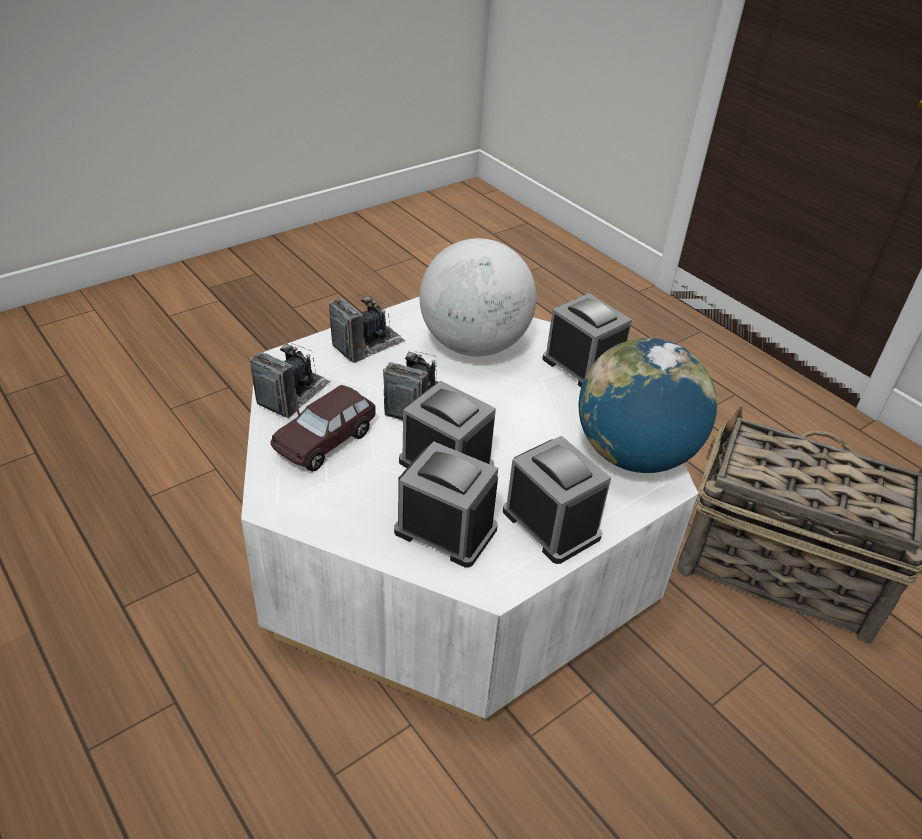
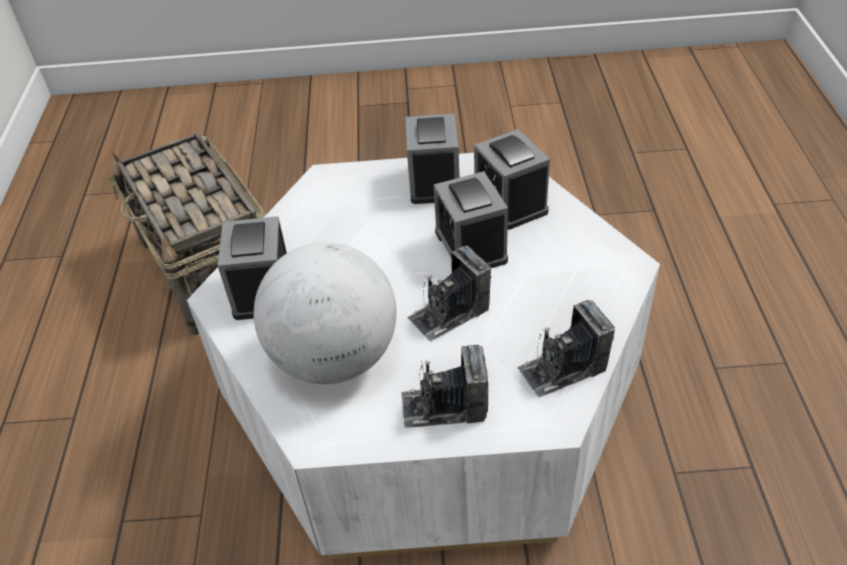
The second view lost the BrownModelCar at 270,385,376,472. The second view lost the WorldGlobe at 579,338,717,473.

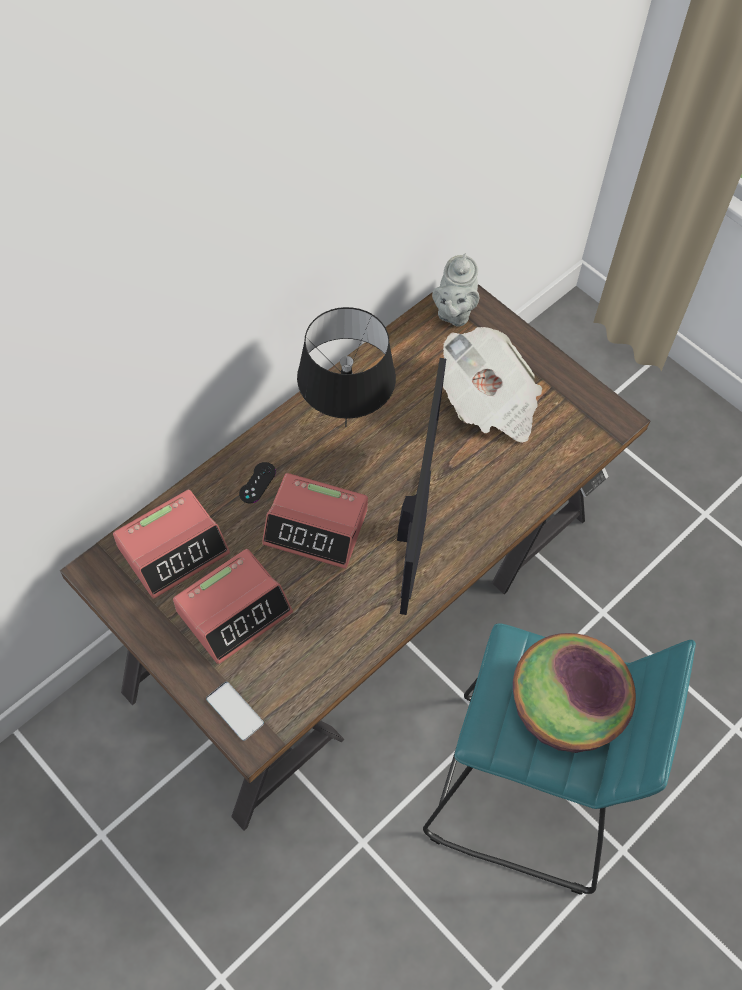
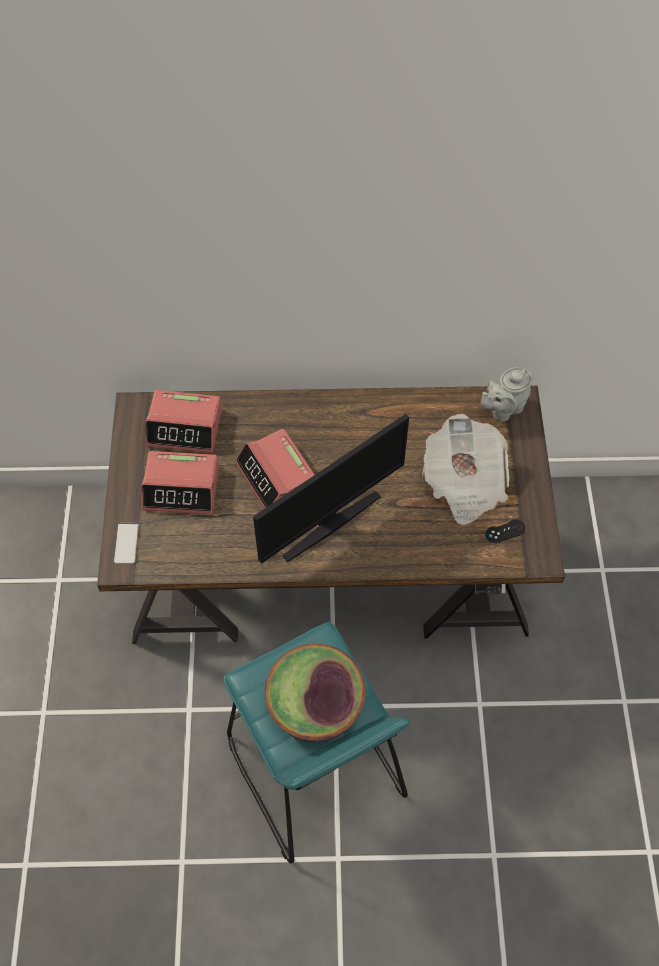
The second view lost the BlackColouredTableLamp at 297,307,396,427. The BlackColouredJoypad ended up elsewhere, having gone from 239,462,276,504 to 485,519,525,543.

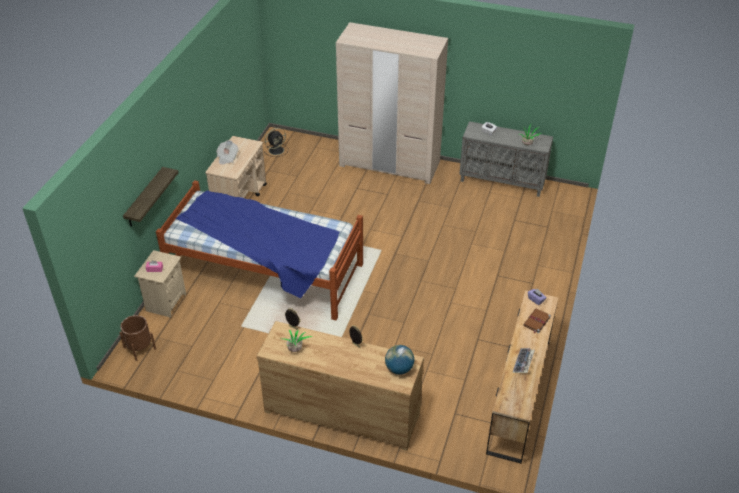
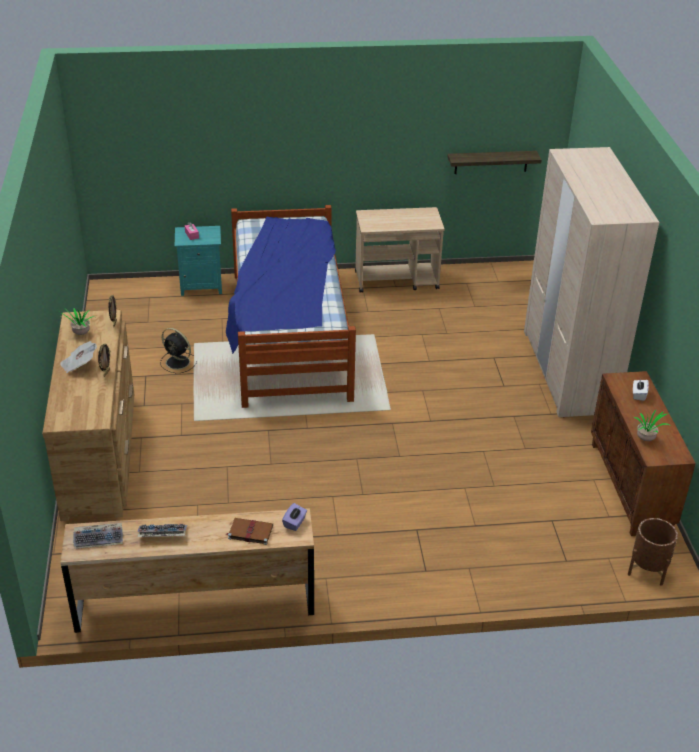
The second view lost the WorldGlobe at 385,345,414,375. The second view gained the PcKeyboard at 73,523,123,549. The BrownFlowerPot ended up elsewhere, having gone from 119,315,156,361 to 628,518,678,586. The Shelf ended up elsewhere, having gone from 123,167,179,226 to 448,151,541,174. The PrintedPaper ended up elsewhere, having gone from 216,140,239,164 to 60,341,97,373. The BlackColouredElectricFan ended up elsewhere, having gone from 264,128,287,157 to 160,328,197,373. What was the BeigeColouredBedsideTable at 134,250,186,318 turned into the BlueGreenBedsideTable at 175,226,222,296. What was the GrayCabinet at 459,121,553,197 turned into the BrownCabinet at 591,371,696,536.

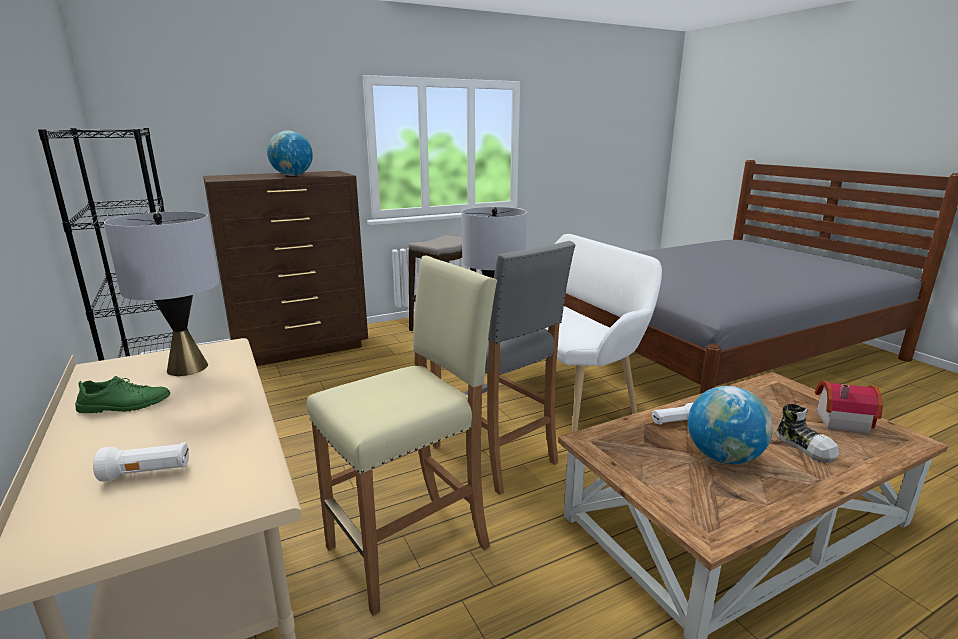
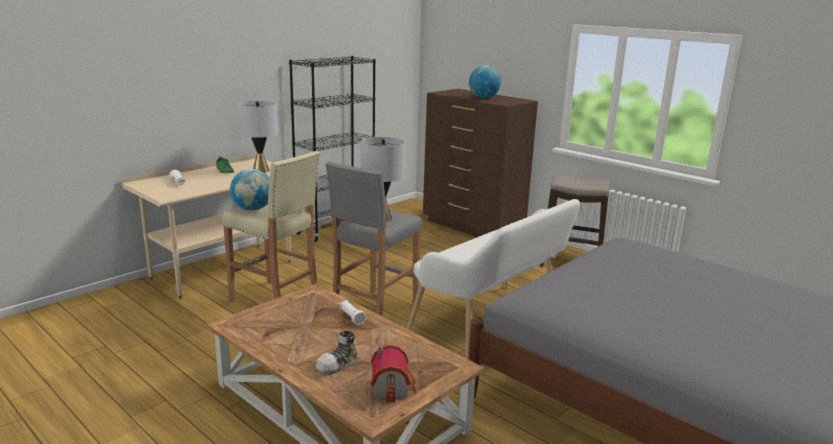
The WorldGlobe ended up elsewhere, having gone from 688,386,773,464 to 230,169,269,211.

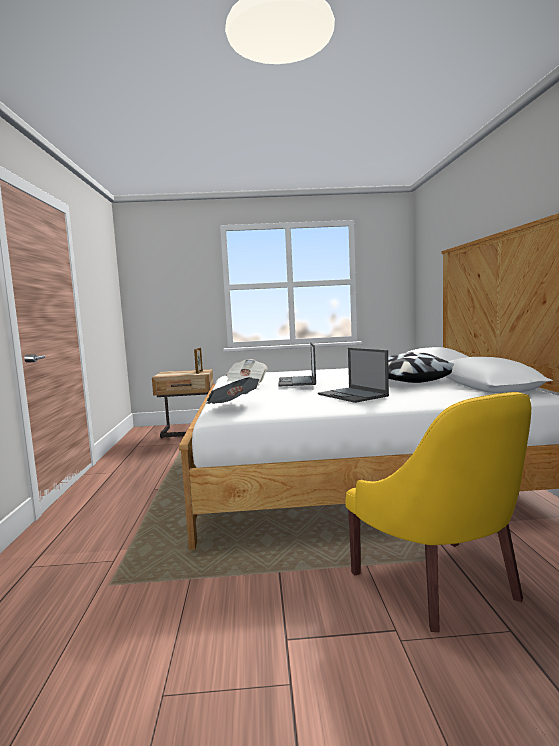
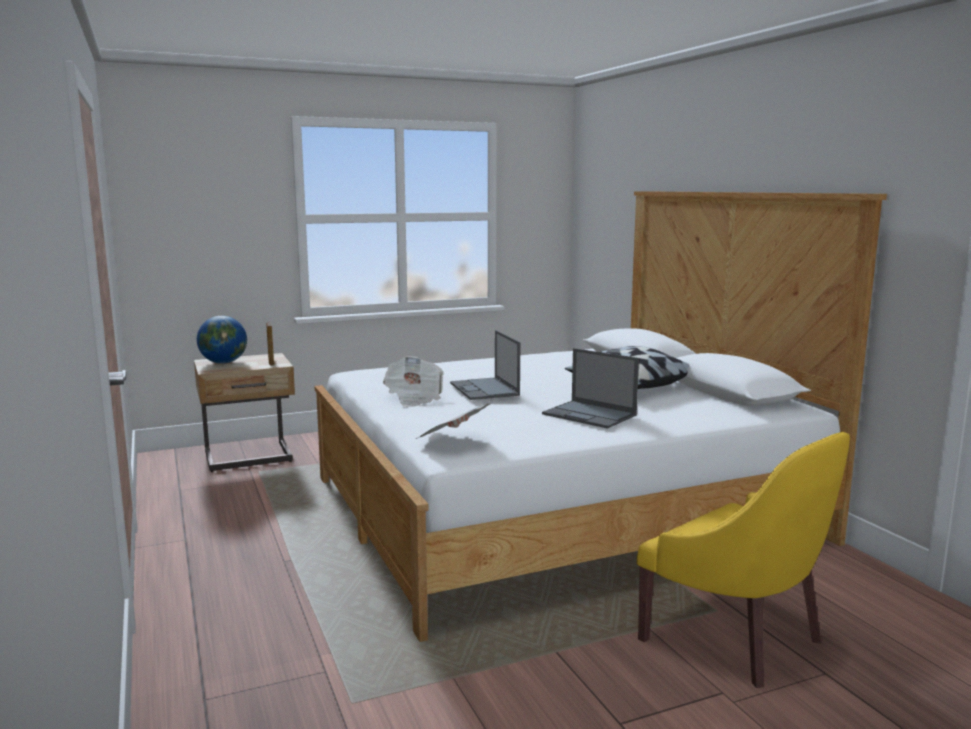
The second view gained the WorldGlobe at 197,316,247,364.

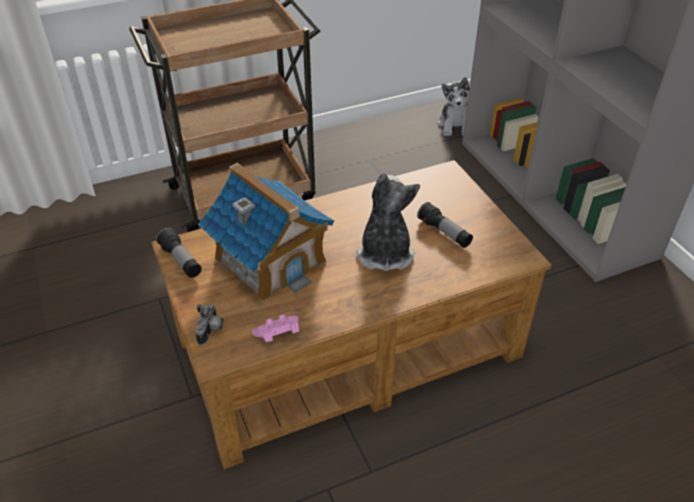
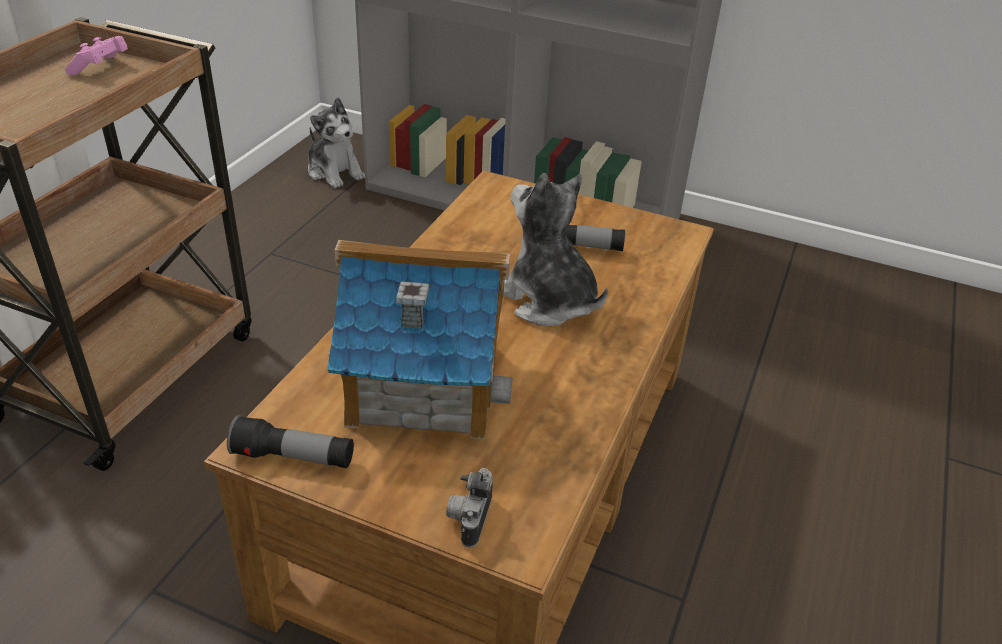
The PinkColouredJoypad ended up elsewhere, having gone from 252,314,299,342 to 65,36,128,75. The PhotoCamera at 195,303,224,345 ended up facing another way, 135 degrees counterclockwise from before.

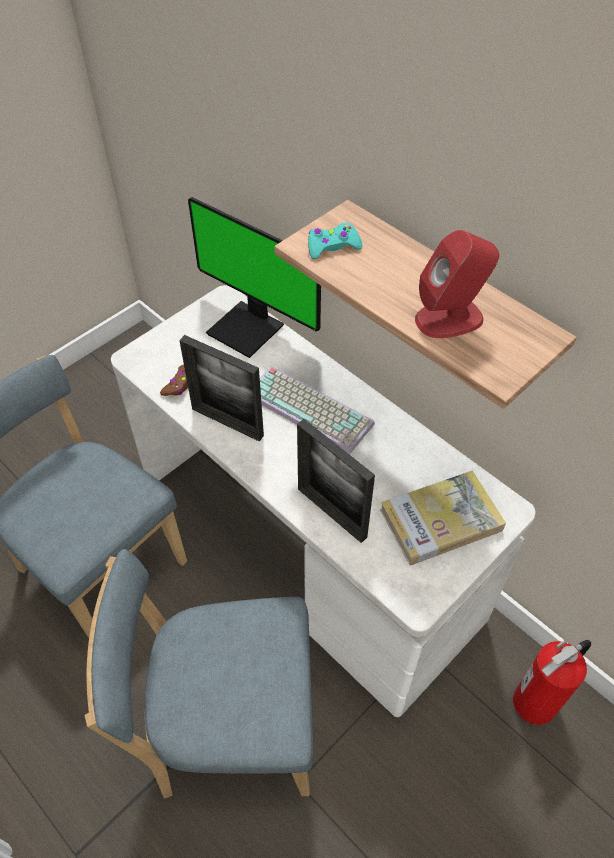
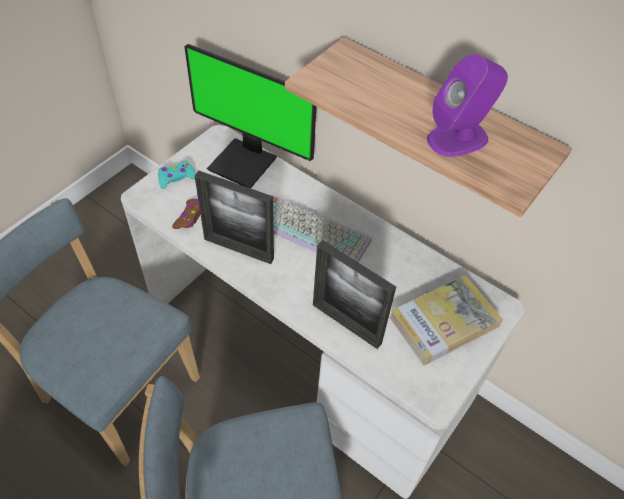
The second view lost the FireFightingCylinder at 513,640,591,725. The BlueGreenJoypad ended up elsewhere, having gone from 308,223,363,259 to 158,161,196,189. What was the RedColouredSpeaker at 415,230,499,338 turned into the PurpleColouredSpeaker at 427,54,508,157.

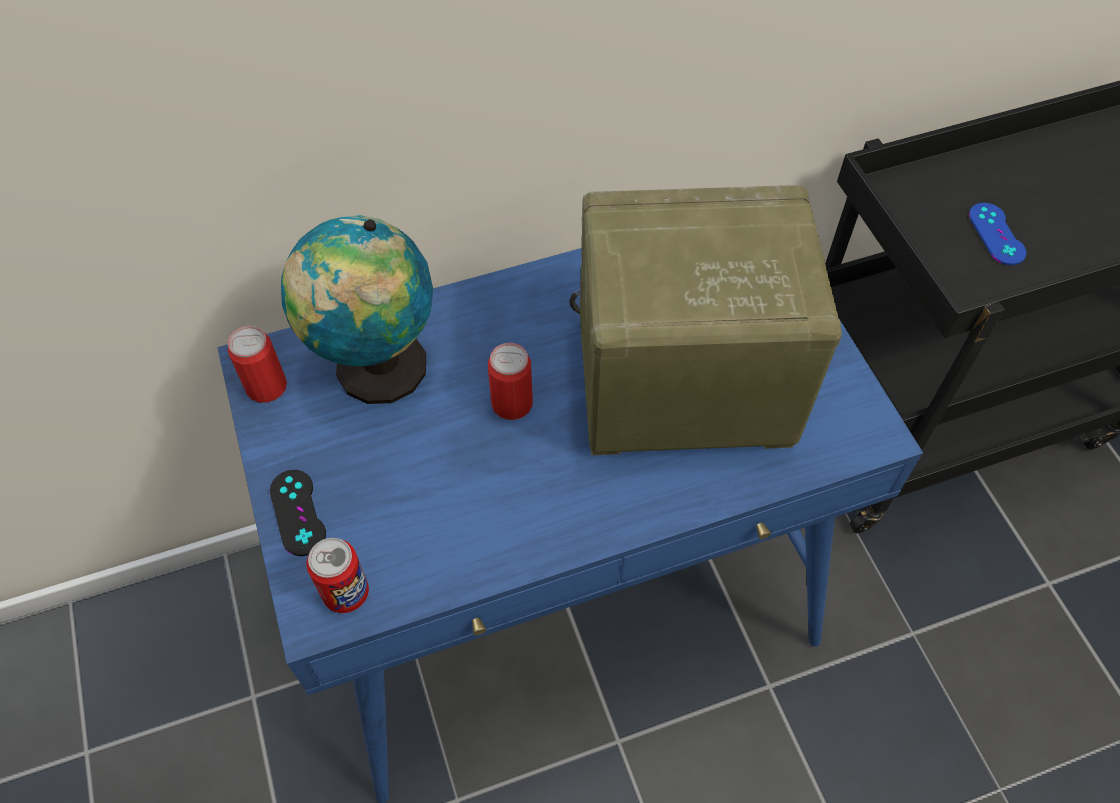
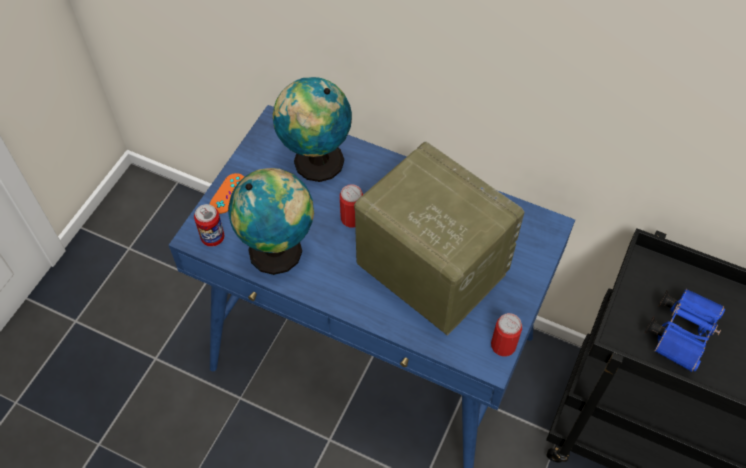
The second view gained the WorldGlobe at 228,168,314,275. The Can ended up elsewhere, having gone from 228,326,287,403 to 491,313,522,356. Where the BlueColouredJoypad stood at 969,203,1026,265, the BlueColouredBinoculars came to stand at 645,289,725,372. What was the BlackColouredJoypad at 270,470,326,556 turned into the OrangeColouredJoypad at 210,173,244,214.

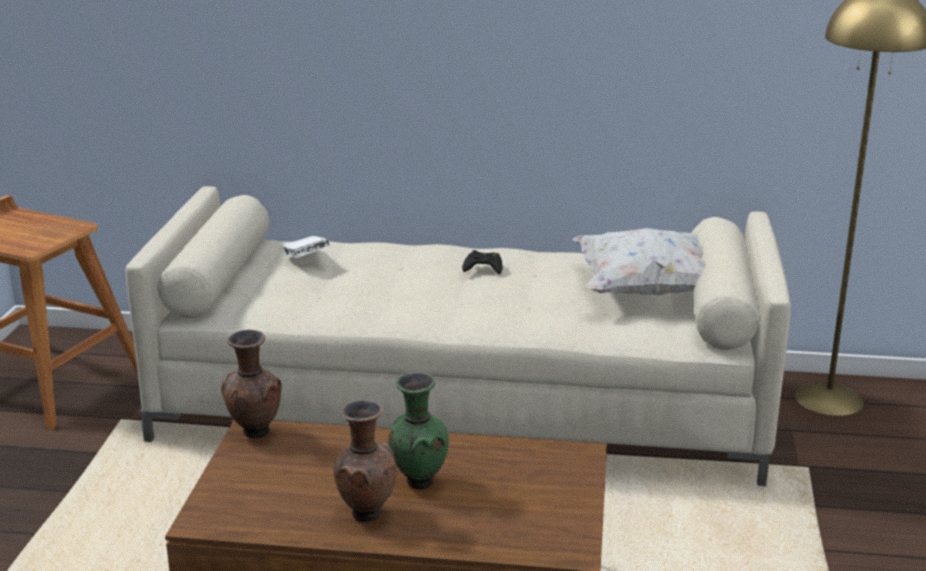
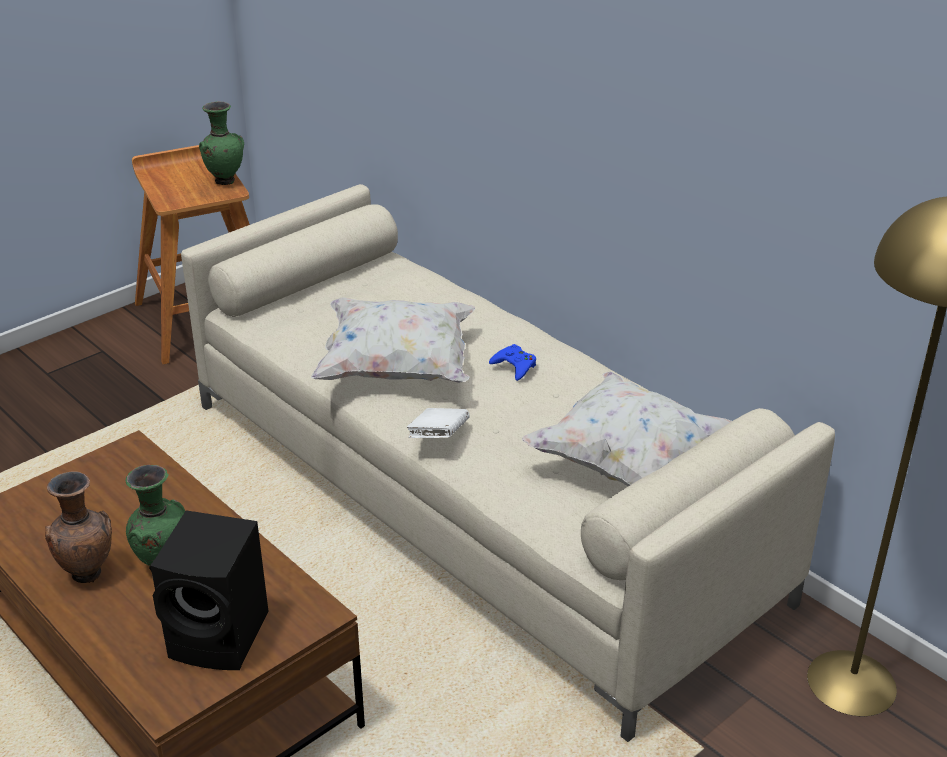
The second view lost the BrownVase at 221,329,282,438. The second view gained the BlackColouredSpeaker at 150,510,269,670. The second view gained the GreenColouredVase at 199,102,244,185. The second view gained the WhiteCushion at 311,297,475,383. The WhiteBook ended up elsewhere, having gone from 282,236,330,258 to 407,408,469,438. What was the BlackColouredJoypad at 462,250,502,274 turned into the BlueColouredJoypad at 489,344,536,381.

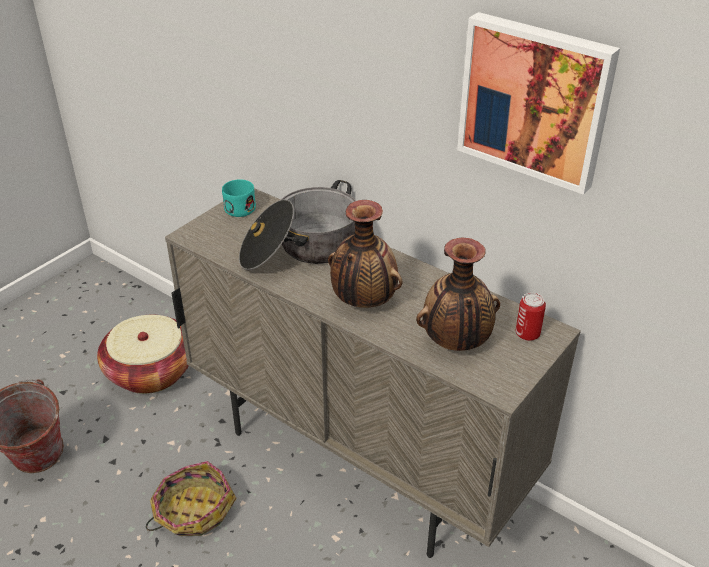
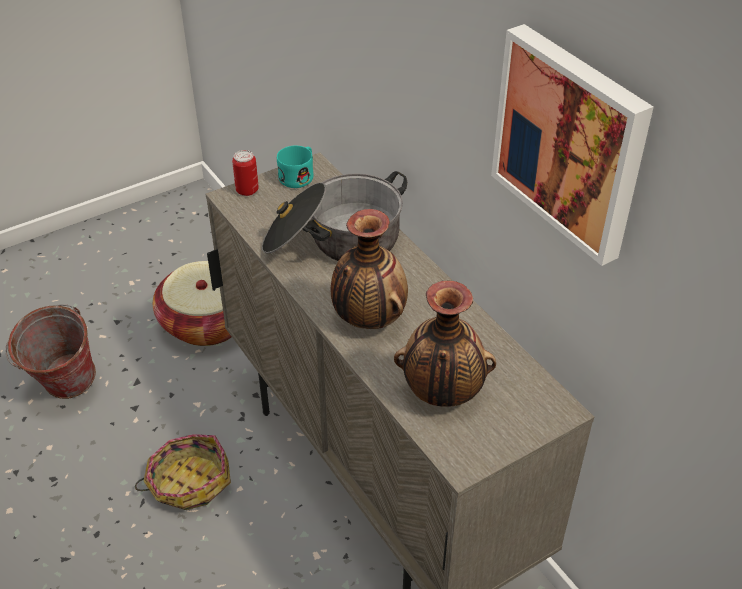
The Can ended up elsewhere, having gone from 516,293,546,341 to 232,150,259,196.

